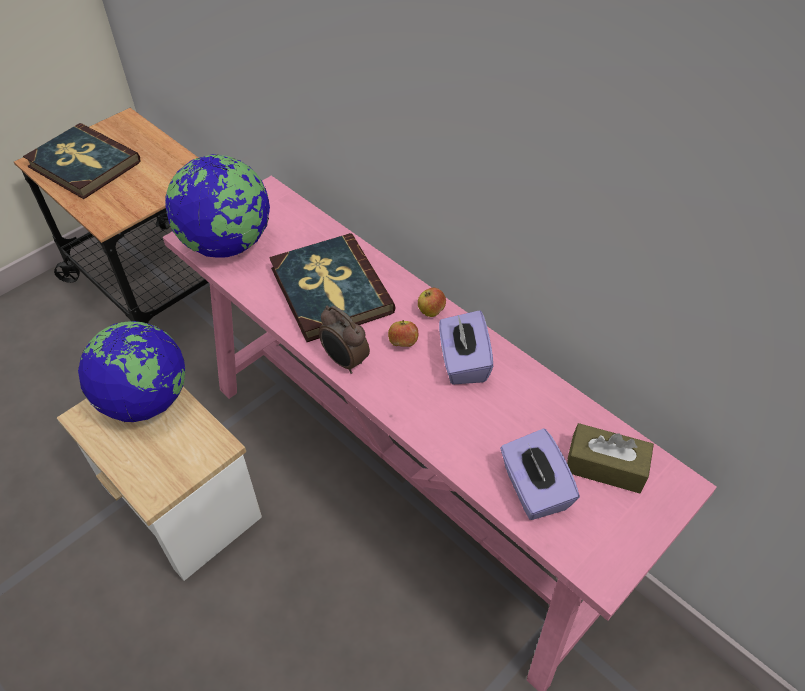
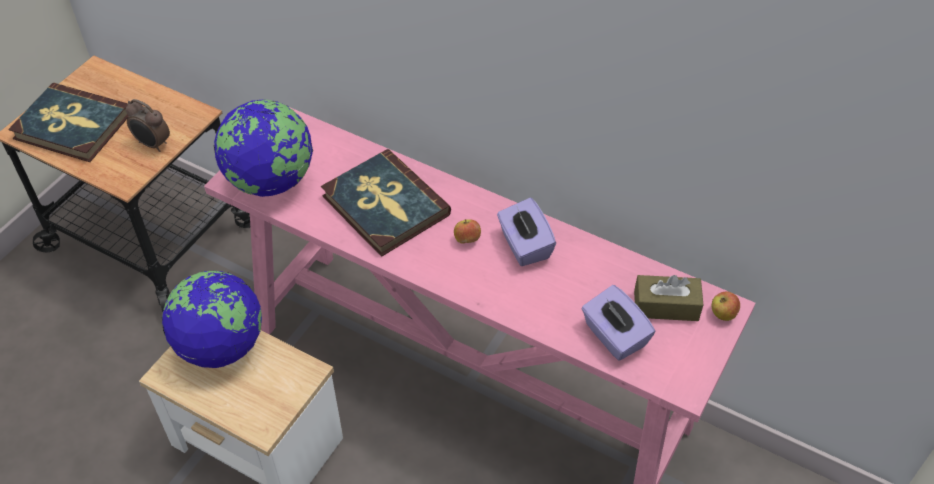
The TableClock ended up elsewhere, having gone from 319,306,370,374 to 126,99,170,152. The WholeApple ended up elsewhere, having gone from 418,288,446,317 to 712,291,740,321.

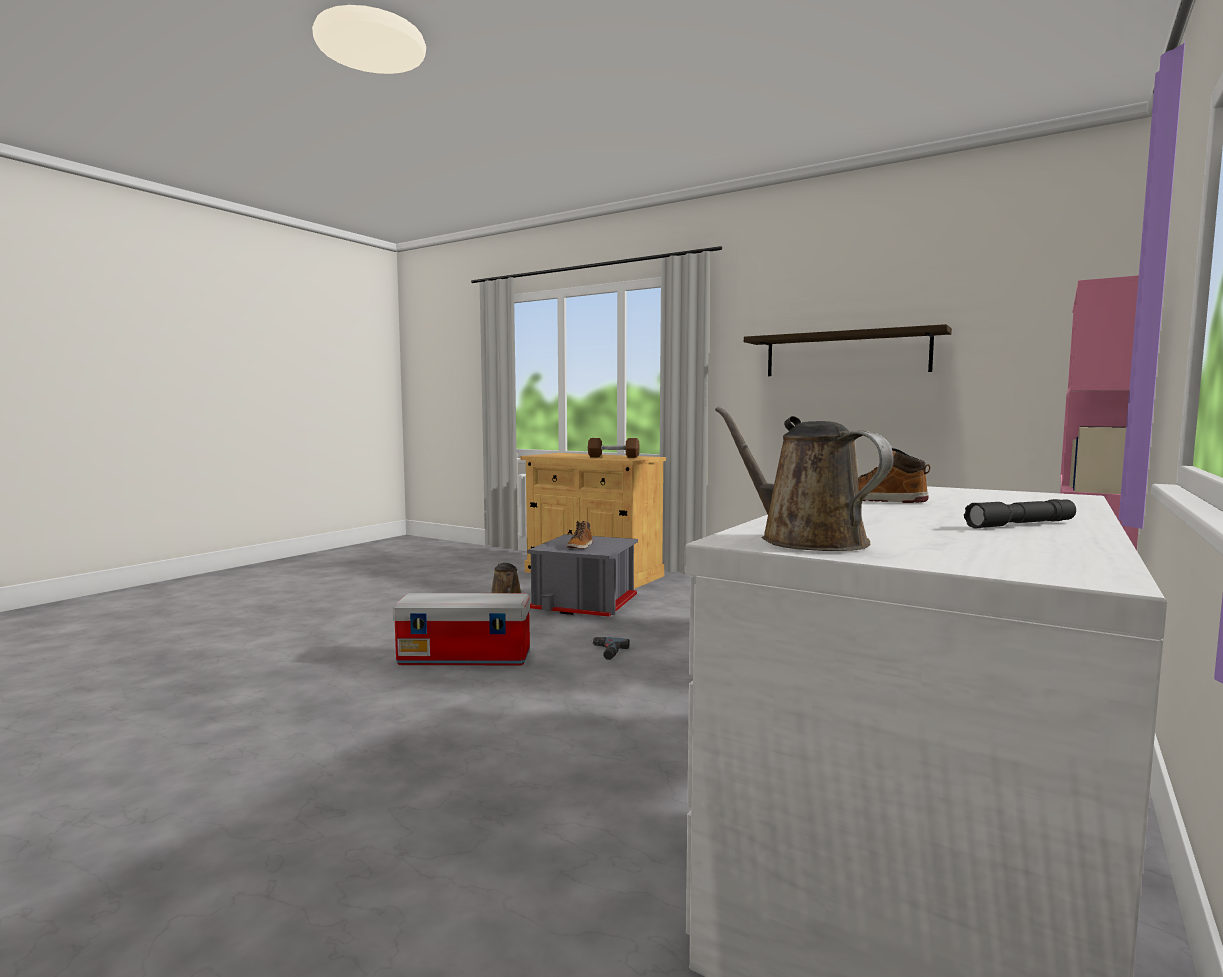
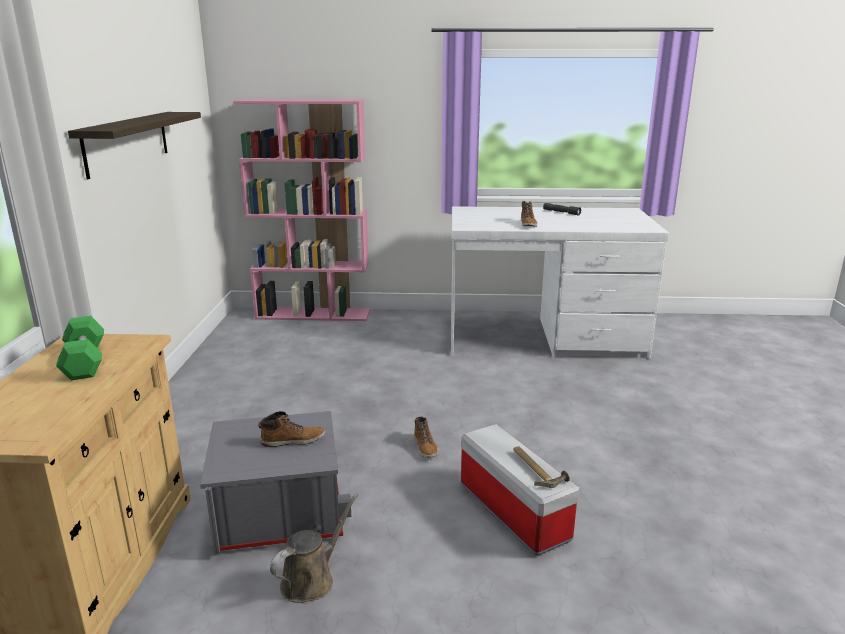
The second view lost the BrownWateringCan at 715,407,893,551. The second view gained the ToolHammer at 513,446,570,488. Where the PowerDrill stood at 592,637,630,660, the Boot came to stand at 414,417,438,458. What was the BrownHandWeight at 588,438,640,458 turned into the GreenColouredHandWeight at 56,316,104,381.

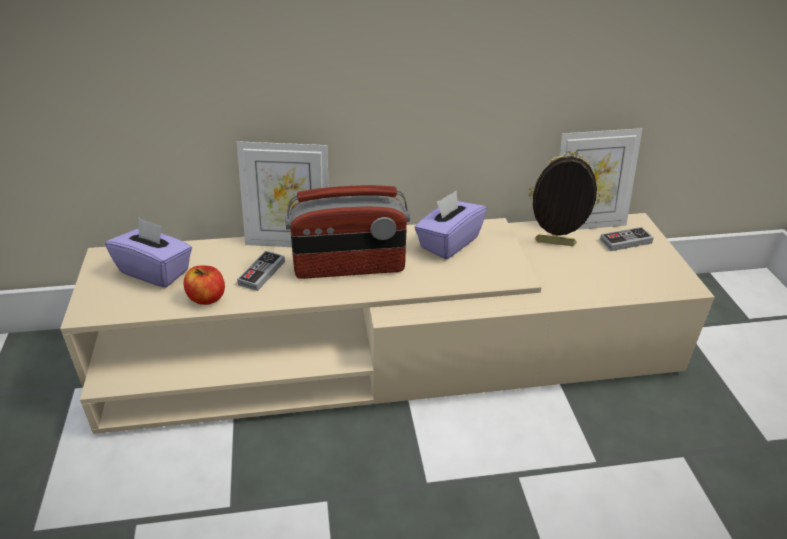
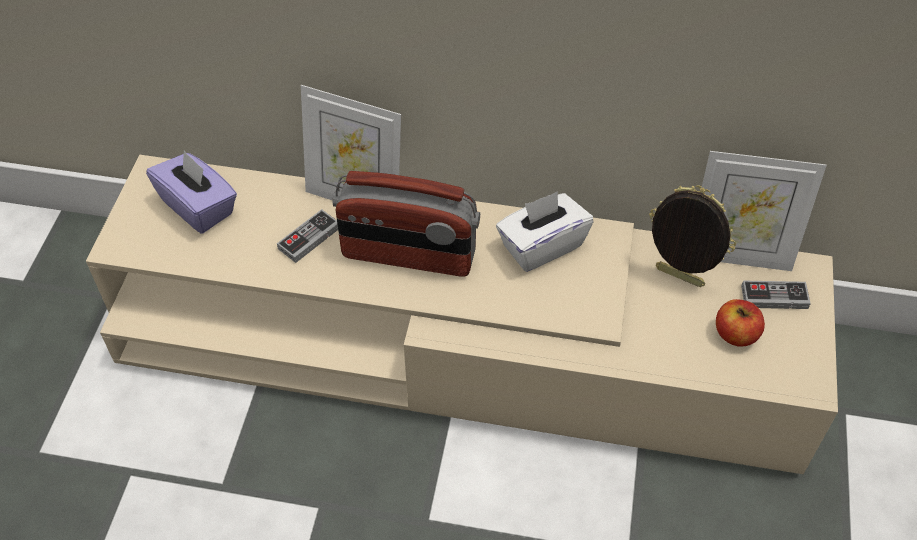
The WholeApple ended up elsewhere, having gone from 184,266,225,305 to 716,299,765,347. What was the PurpleColouredBoxOfTissues at 414,191,487,259 turned into the WhiteBoxOfTissues at 496,191,594,272.

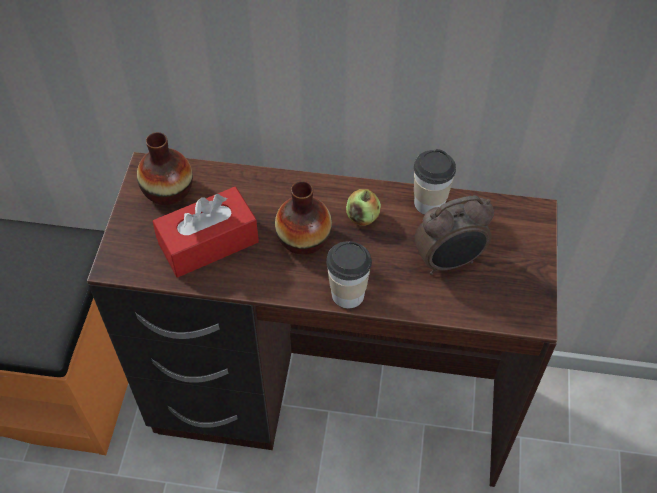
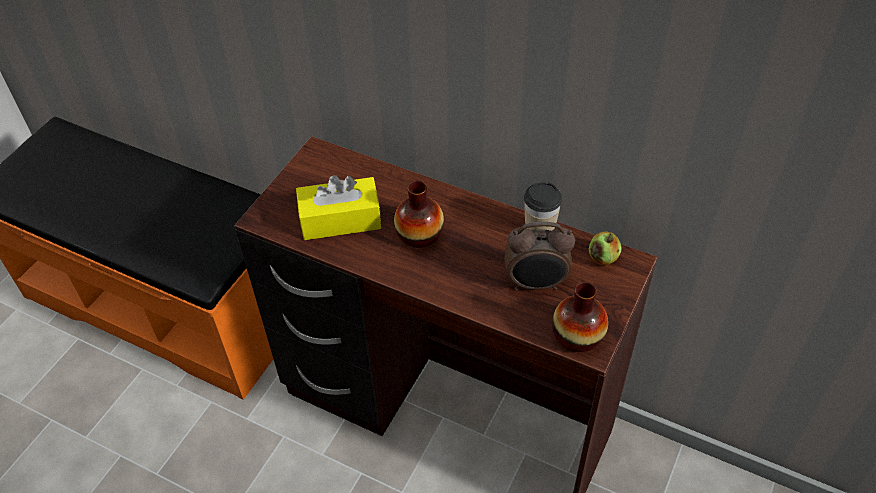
The second view lost the Cup at 326,241,372,309. The Vase ended up elsewhere, having gone from 137,132,193,205 to 552,282,608,352. The WholeApple ended up elsewhere, having gone from 346,189,381,226 to 589,231,622,265. What was the RedColouredBoxOfTissues at 152,187,259,277 turned into the YellowBoxOfTissues at 296,175,381,240.

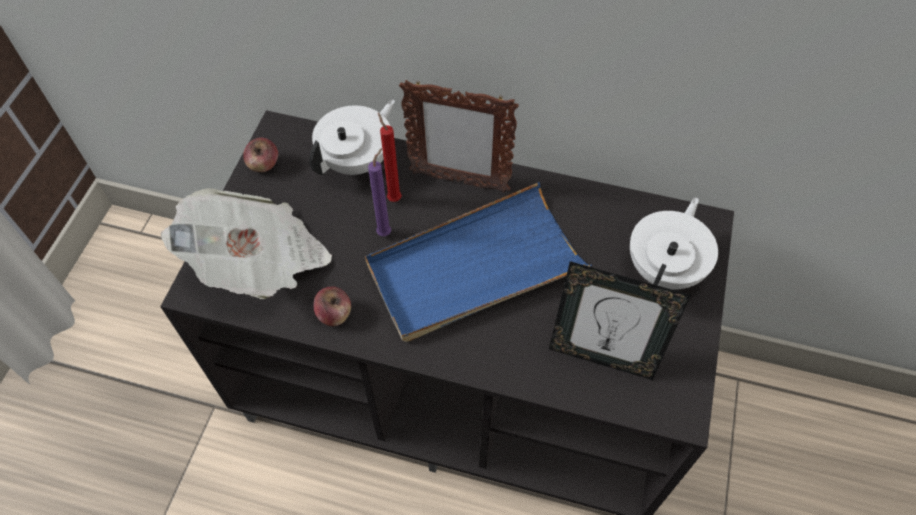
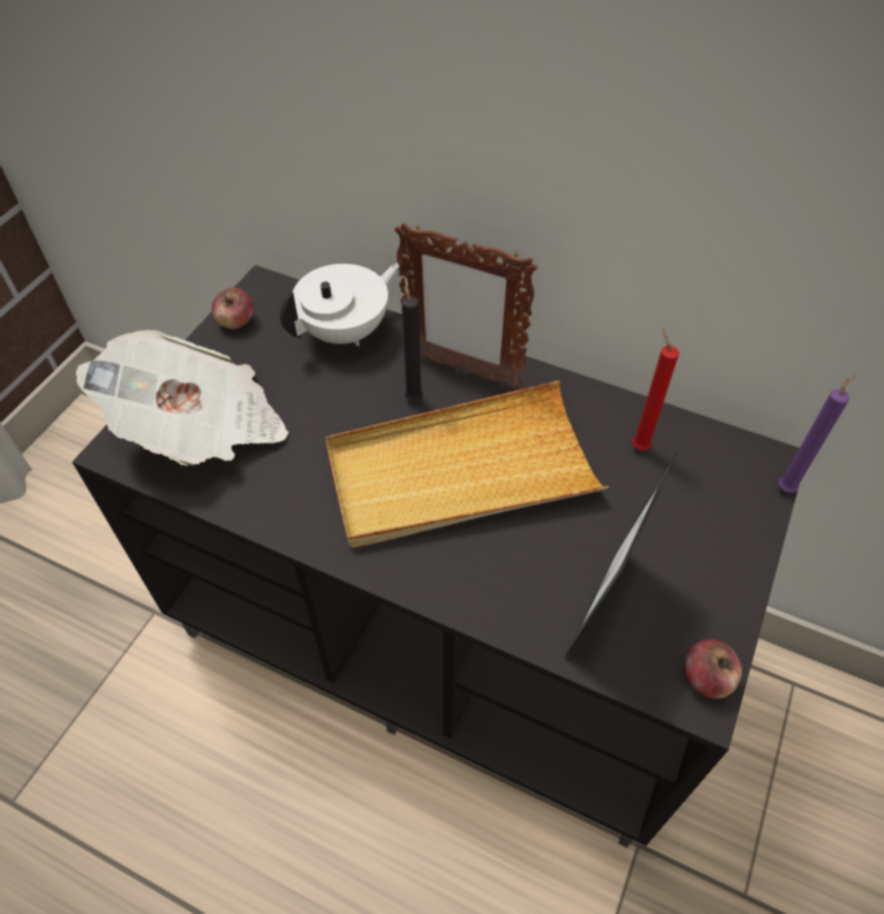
The second view lost the WhitePotForTea at 630,197,718,290. The second view gained the BlackColouredCandle at 402,277,423,402. The WholeApple ended up elsewhere, having gone from 313,287,351,326 to 685,639,742,699. The PurpleColouredCandle ended up elsewhere, having gone from 368,148,391,236 to 778,372,857,493. The RedColouredCandle ended up elsewhere, having gone from 378,113,402,202 to 632,327,679,451. What was the BlueColouredServingTray at 365,182,592,342 turned into the BeigeColouredServingTray at 325,381,609,547. The StandingFrame at 549,261,691,380 ended up facing another way, 90 degrees clockwise from before.

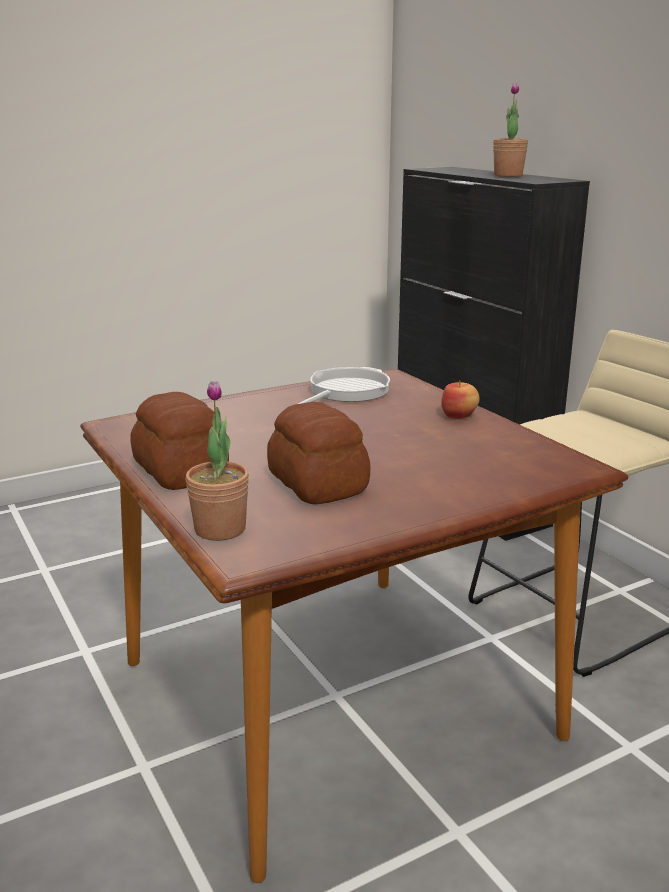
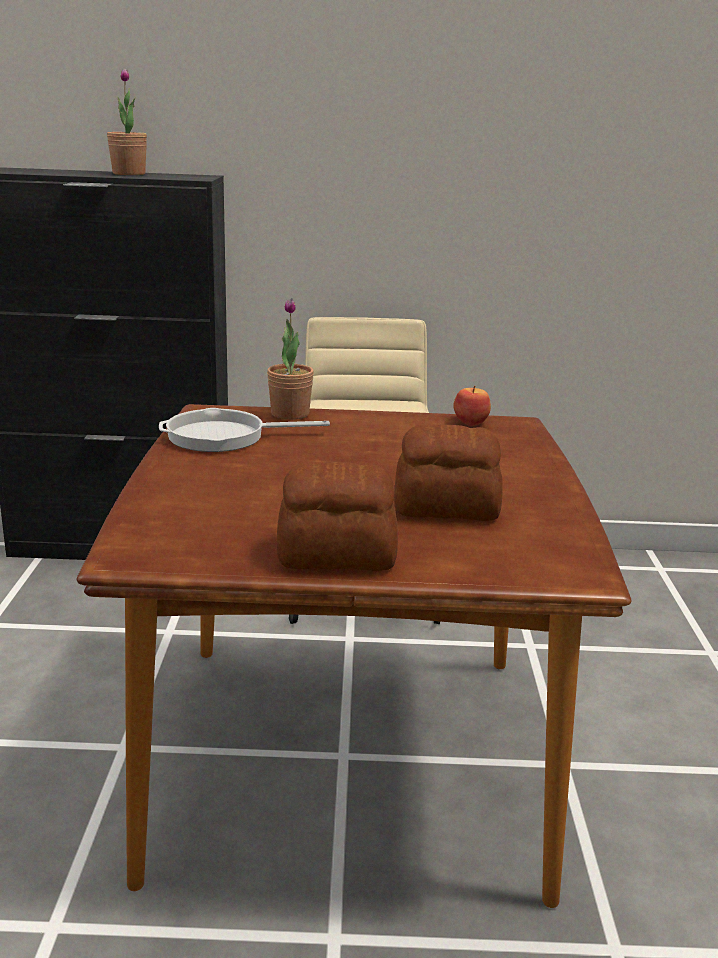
The PlantInAPot ended up elsewhere, having gone from 185,381,249,541 to 267,298,314,420. The WholeApple ended up elsewhere, having gone from 441,380,480,419 to 453,386,491,426. The Skillet at 298,367,390,404 ended up facing another way, 75 degrees counterclockwise from before.

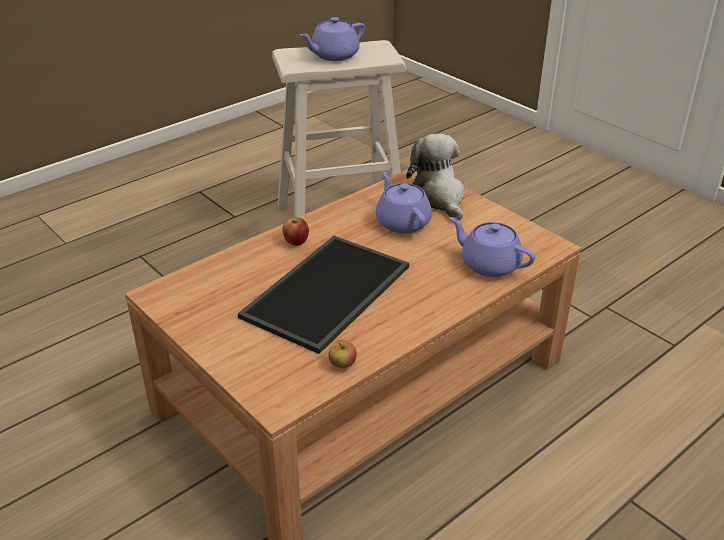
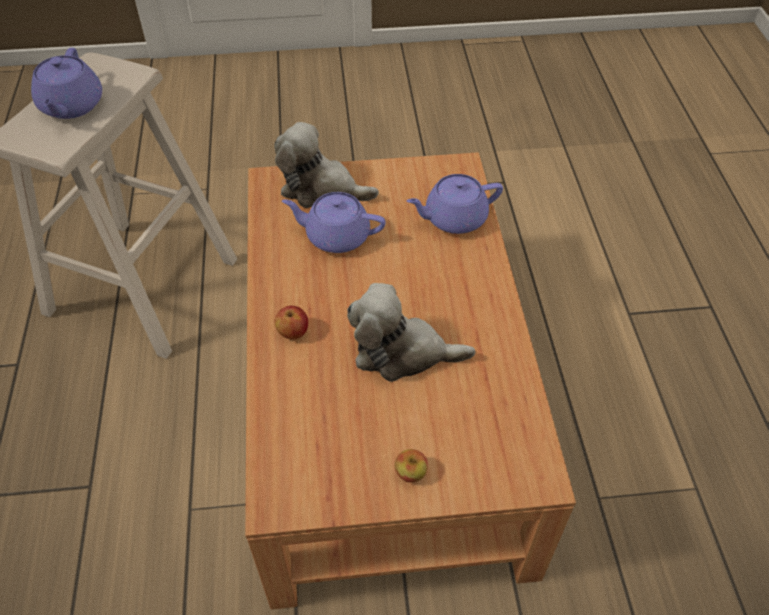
The WholeApple ended up elsewhere, having gone from 329,340,357,369 to 394,449,428,483. Where the ServingTray stood at 238,236,409,354, the SoftToy came to stand at 347,283,475,382.

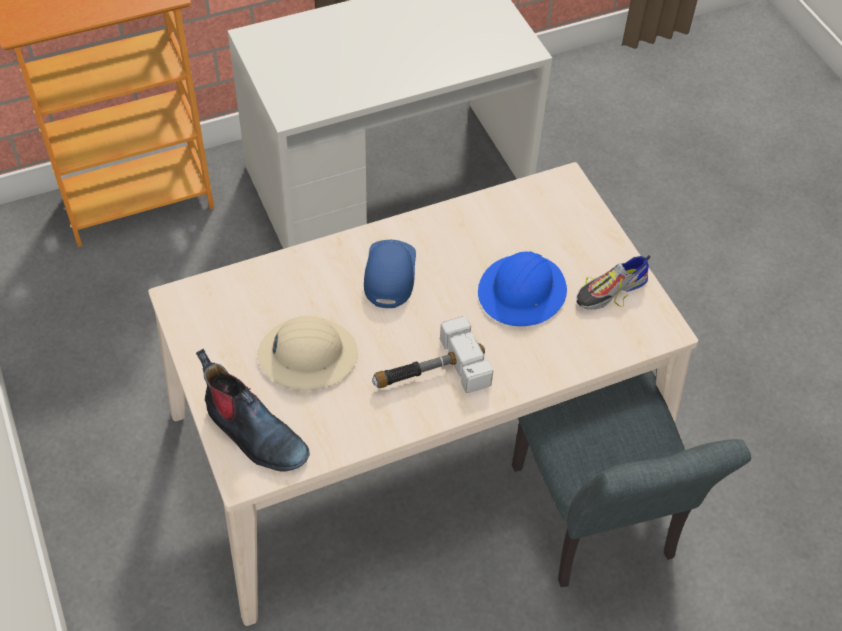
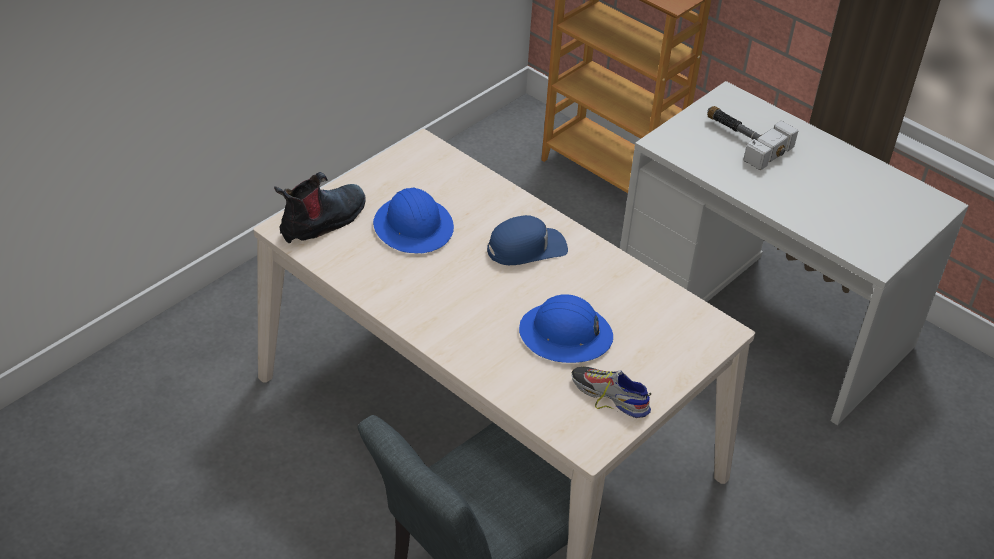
The ToolHammer ended up elsewhere, having gone from 372,316,493,393 to 707,106,798,170. What was the BeigeColouredSafetyHelmet at 257,316,358,391 turned into the BlueColouredSafetyHelmet at 373,188,454,253. The Boot at 196,349,310,472 ended up facing another way, 150 degrees counterclockwise from before.

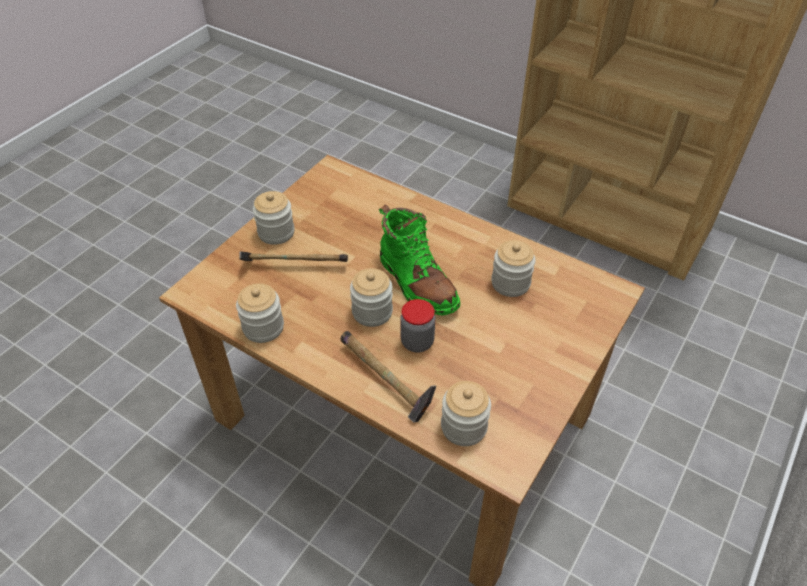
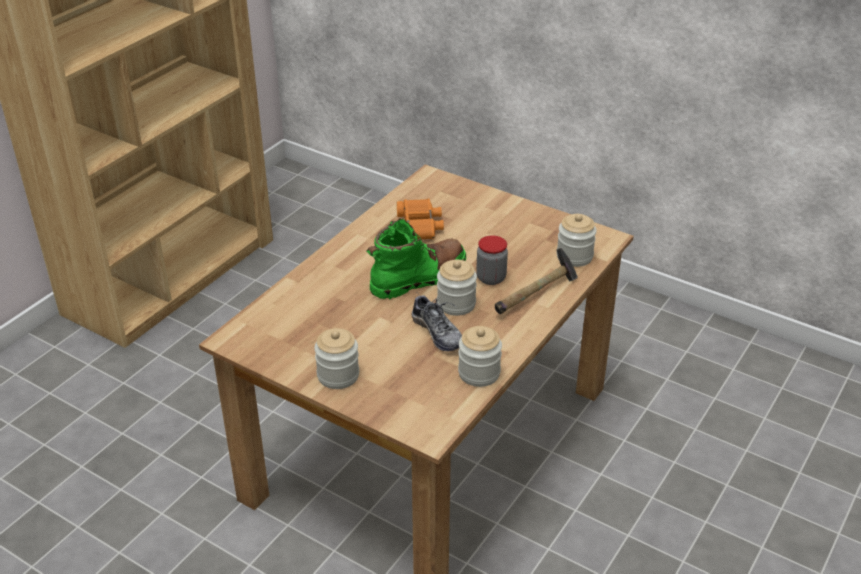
The second view lost the ToolHammer at 239,251,348,262. The second view gained the Shoe at 412,294,462,351. Where the StorageJar stood at 491,240,535,297, the OrangeColouredBinoculars came to stand at 397,198,444,239.

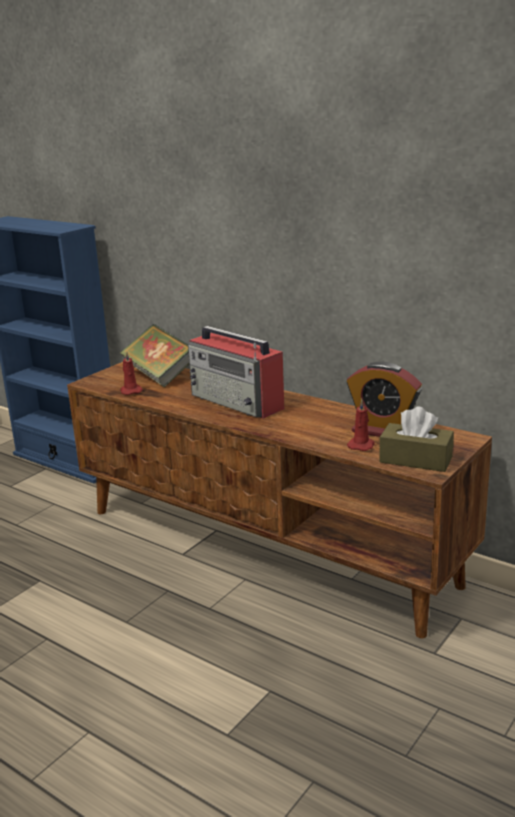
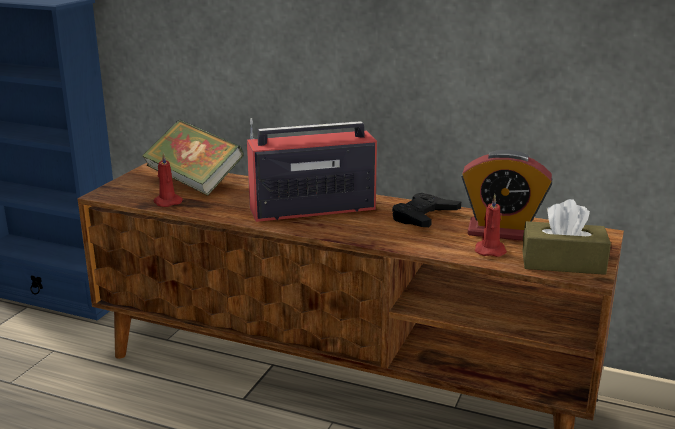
The second view gained the BlackColouredJoypad at 392,193,461,227. The RadioSet at 188,326,284,419 ended up facing another way, 135 degrees clockwise from before.

